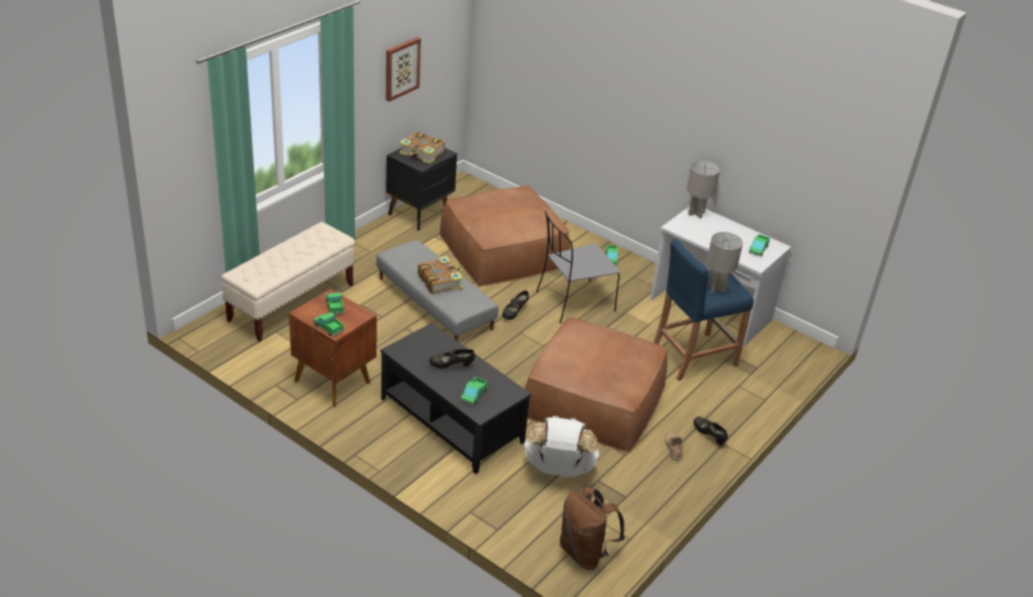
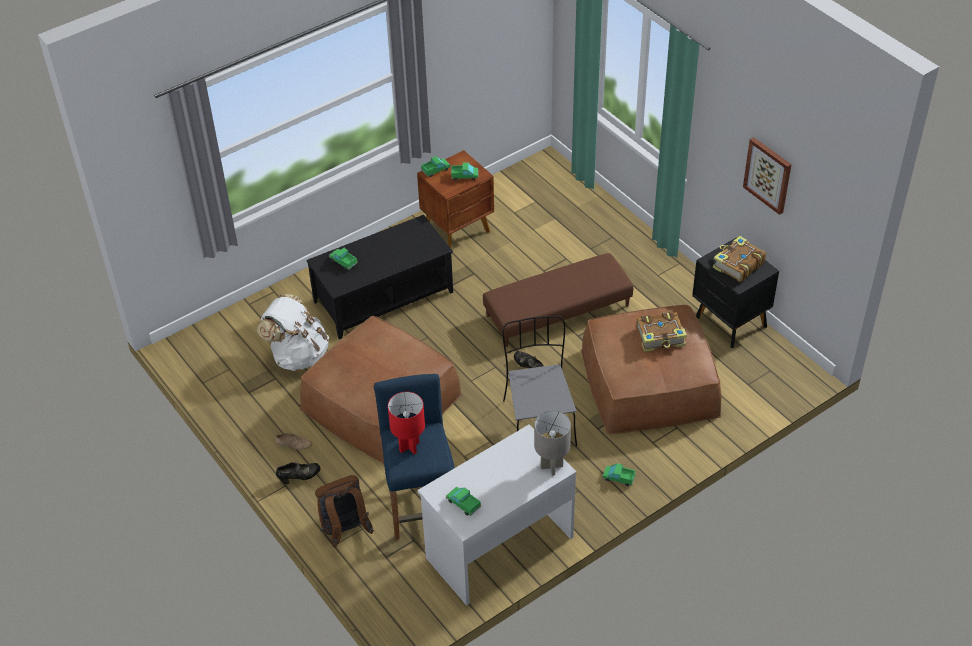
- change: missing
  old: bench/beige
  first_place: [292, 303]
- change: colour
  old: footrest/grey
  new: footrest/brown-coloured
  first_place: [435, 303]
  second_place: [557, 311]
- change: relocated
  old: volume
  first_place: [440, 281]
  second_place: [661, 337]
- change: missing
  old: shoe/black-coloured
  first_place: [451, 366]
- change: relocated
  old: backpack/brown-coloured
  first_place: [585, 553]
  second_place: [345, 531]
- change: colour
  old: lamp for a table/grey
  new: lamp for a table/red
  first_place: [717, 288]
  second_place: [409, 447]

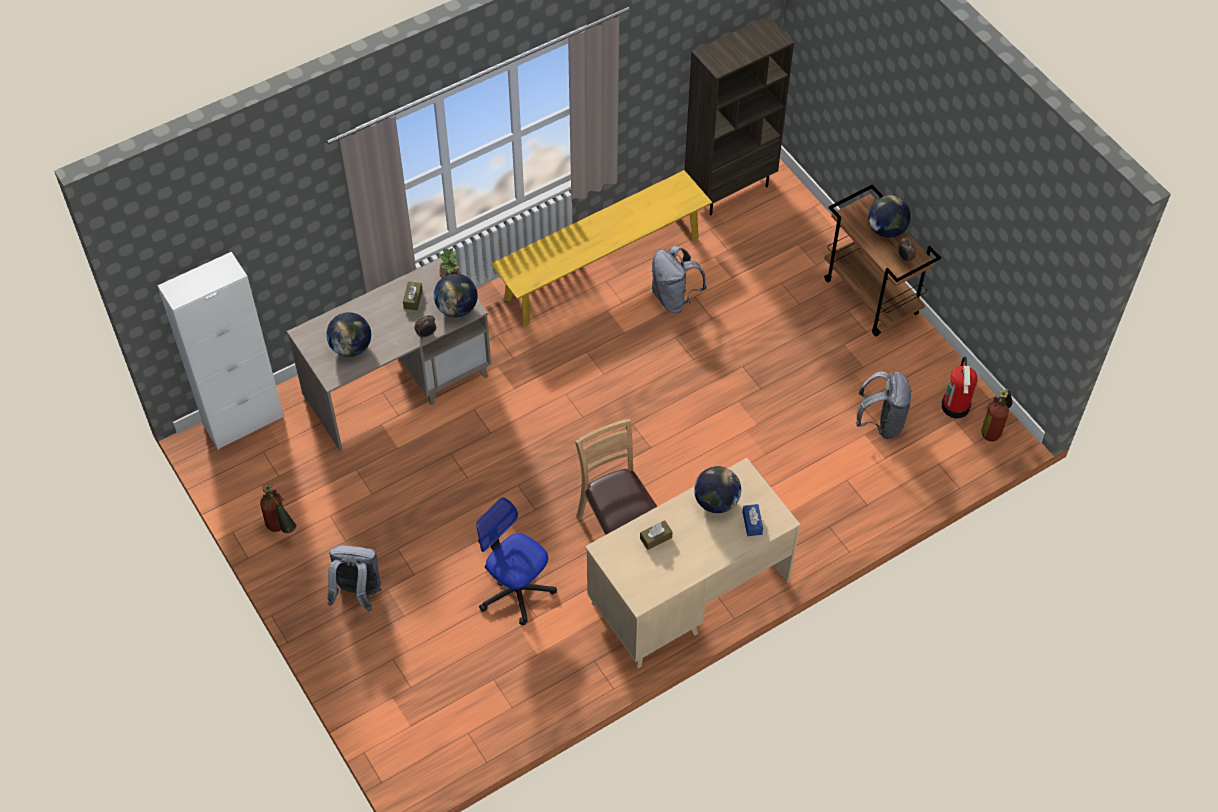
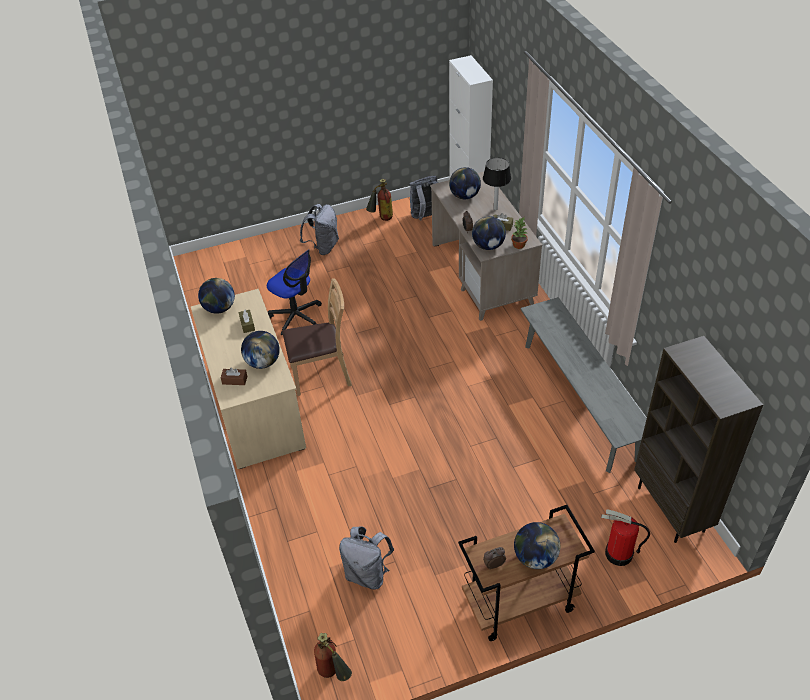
- change: spun
  old: computer chair
  first_place: [516, 589]
  second_place: [296, 316]
  degrees: 75
- change: colour
  old: bench/yellow-coloured
  new: bench/grey
  first_place: [602, 268]
  second_place: [579, 400]
- change: relocated
  old: backpack/grey
  first_place: [674, 298]
  second_place: [425, 217]
- change: colour
  old: tissue holder/blue
  new: tissue holder/brown-coloured
  first_place: [752, 523]
  second_place: [234, 380]
- change: relocated
  old: fire-fighting cylinder
  first_place: [956, 406]
  second_place: [618, 554]
- change: appeared
  new: world globe
  second_place: [219, 308]
- change: appeared
  new: lamp for a table
  second_place: [495, 209]

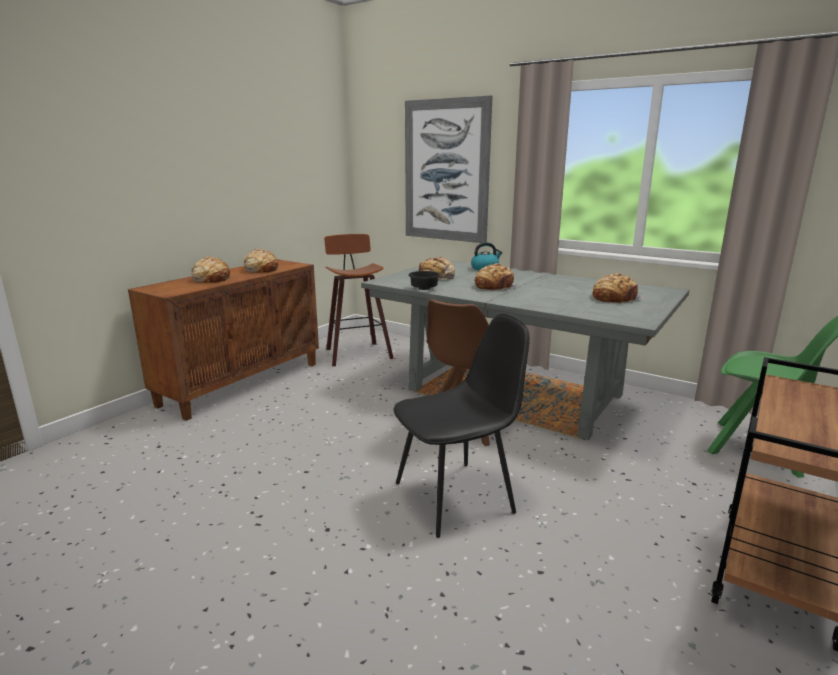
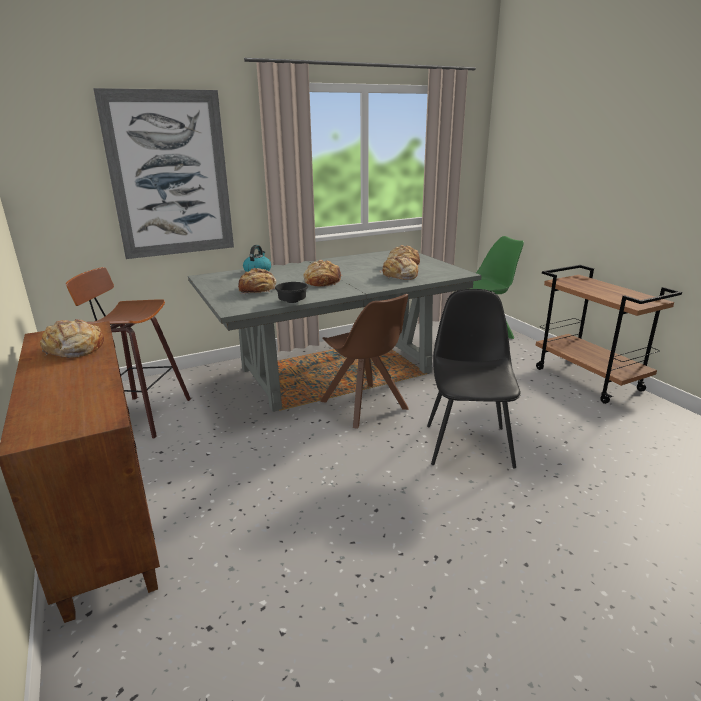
- change: relocated
  old: bread
  first_place: [211, 279]
  second_place: [399, 276]

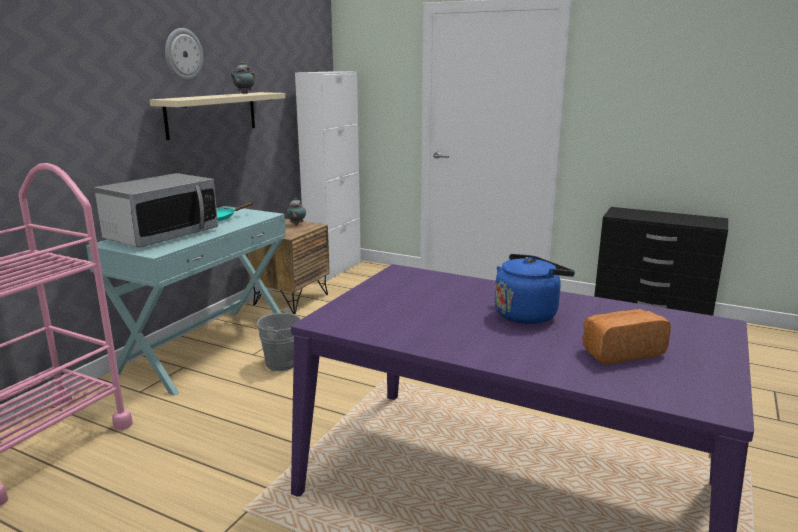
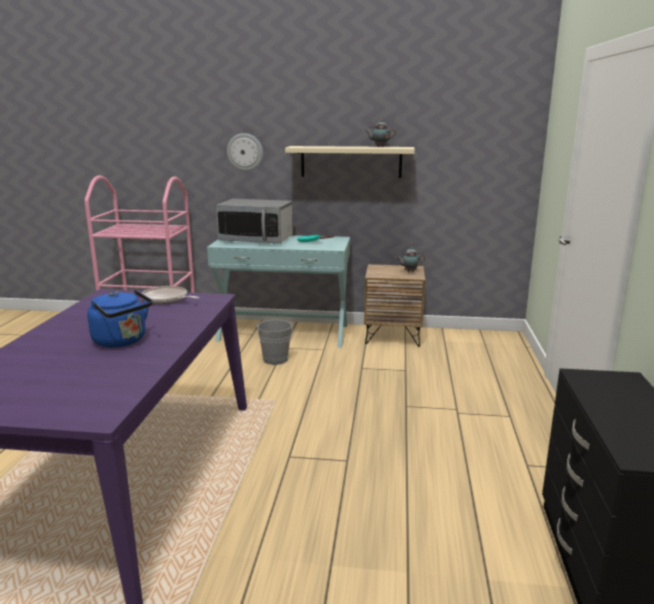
- change: relocated
  old: wall clock
  first_place: [183, 54]
  second_place: [245, 152]
- change: missing
  old: cabinet/white
  first_place: [334, 269]
- change: missing
  old: bread
  first_place: [620, 352]
- change: appeared
  new: skillet
  second_place: [166, 299]

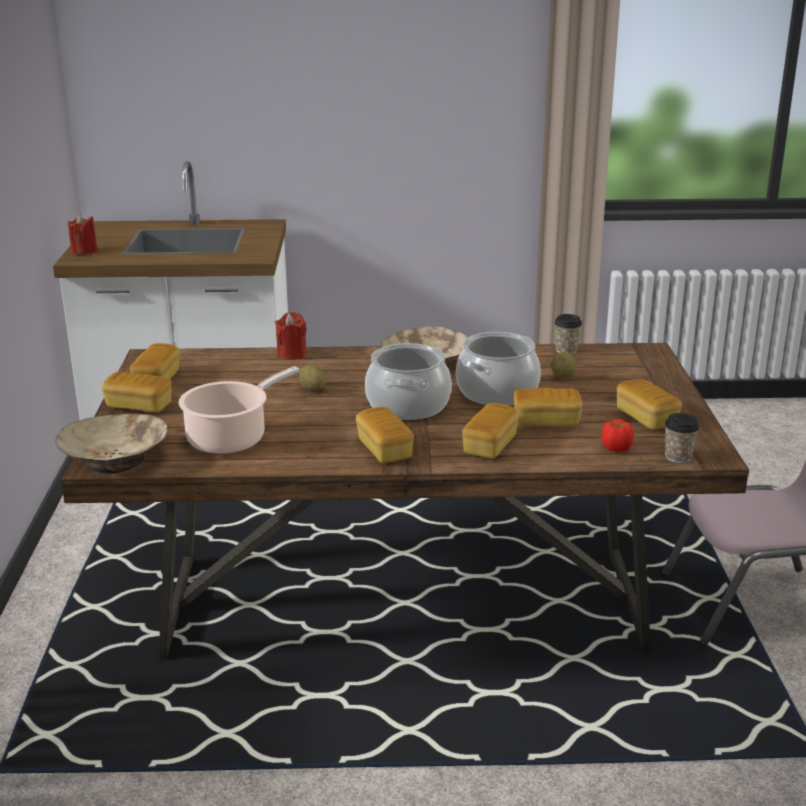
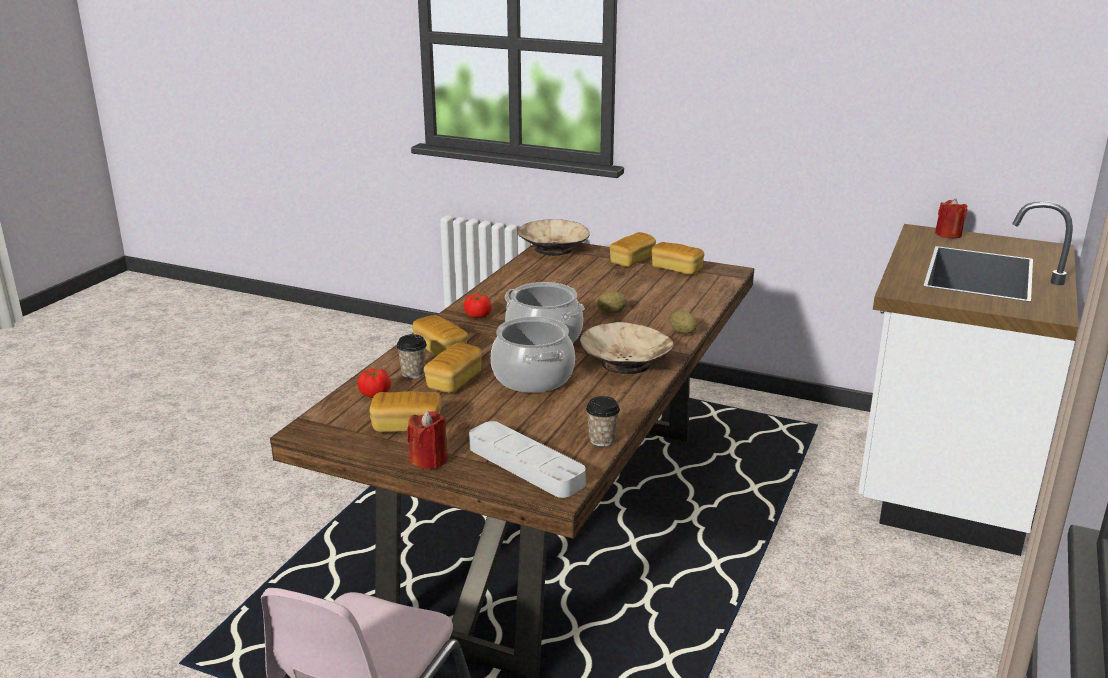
- change: missing
  old: cooking pot
  first_place: [231, 438]
- change: relocated
  old: wax candle/red
  first_place: [292, 354]
  second_place: [429, 460]
- change: exchanged
  old: bread
  new: whole tomato
  first_place: [384, 450]
  second_place: [478, 316]
- change: relocated
  old: potato
  first_place: [562, 375]
  second_place: [682, 332]
- change: relocated
  old: cup
  first_place: [678, 457]
  second_place: [413, 373]
- change: appeared
  new: carrying tray/grey
  second_place: [525, 465]

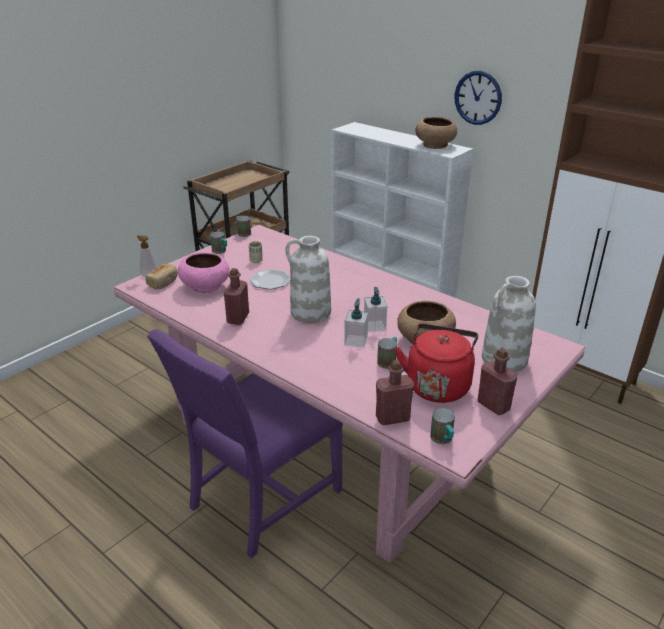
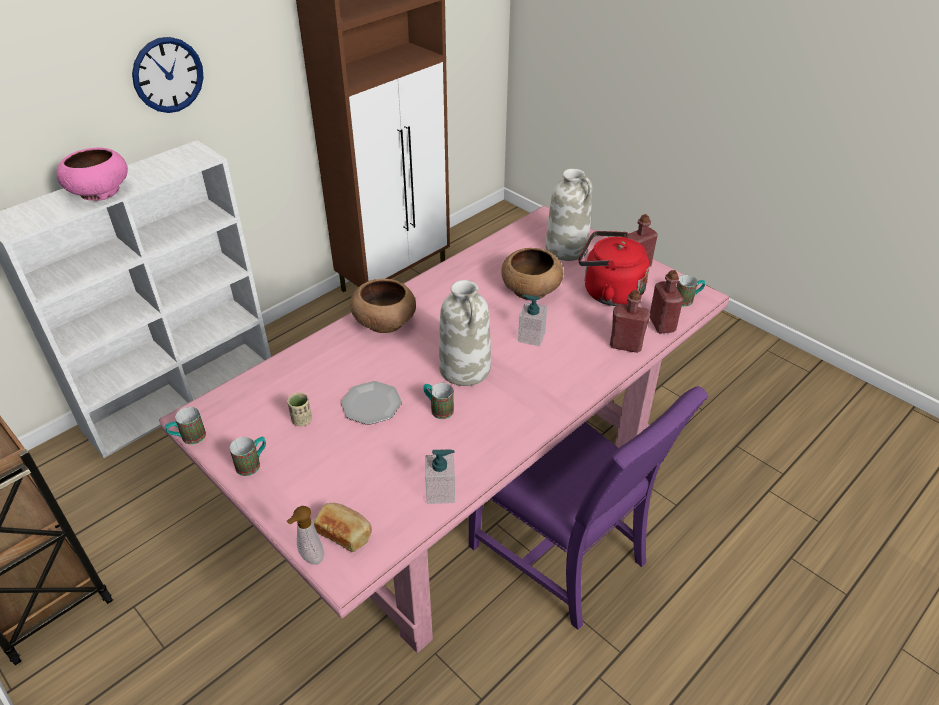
- change: relocated
  old: bowl/pinkish
  first_place: [205, 286]
  second_place: [99, 192]
- change: relocated
  old: beverage bottle/red
  first_place: [238, 318]
  second_place: [625, 345]
- change: relocated
  old: liquid soap bottle
  first_place: [374, 326]
  second_place: [441, 492]
- change: relocated
  old: tea mug
  first_place: [388, 361]
  second_place: [438, 409]
- change: relocated
  old: bowl/brown-coloured
  first_place: [435, 145]
  second_place: [384, 321]

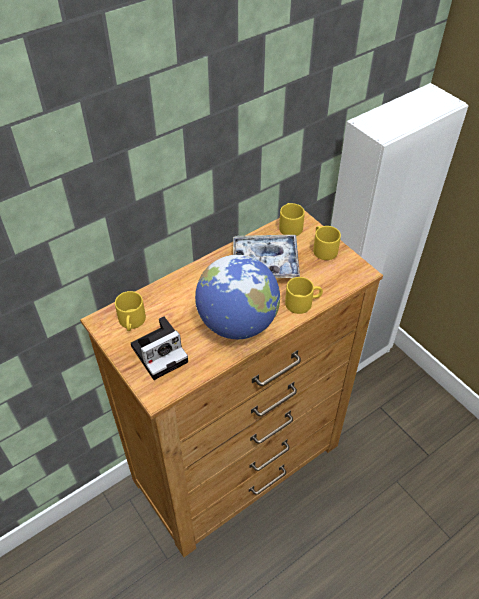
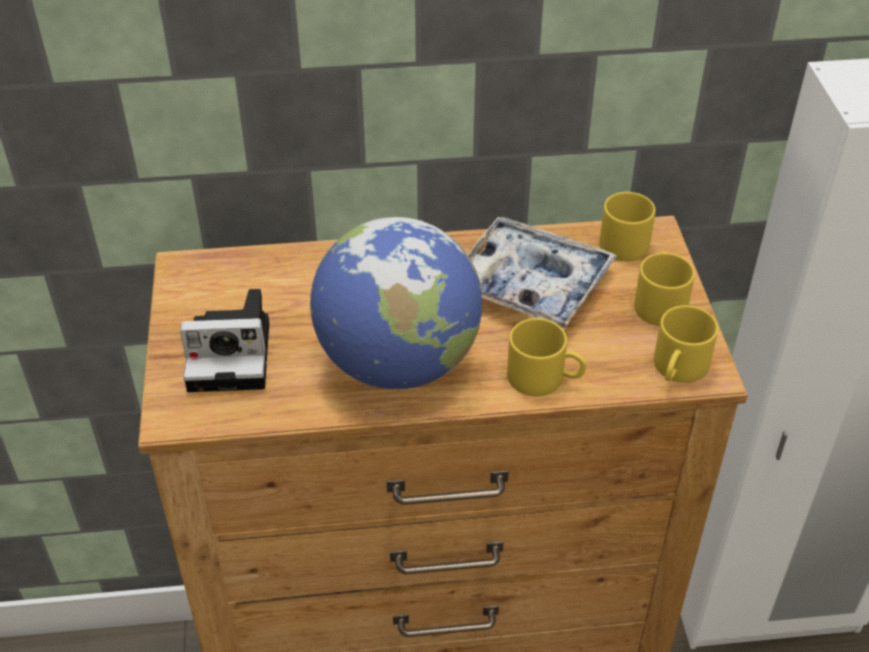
- change: relocated
  old: tea mug/yellow-coloured
  first_place: [132, 322]
  second_place: [678, 370]

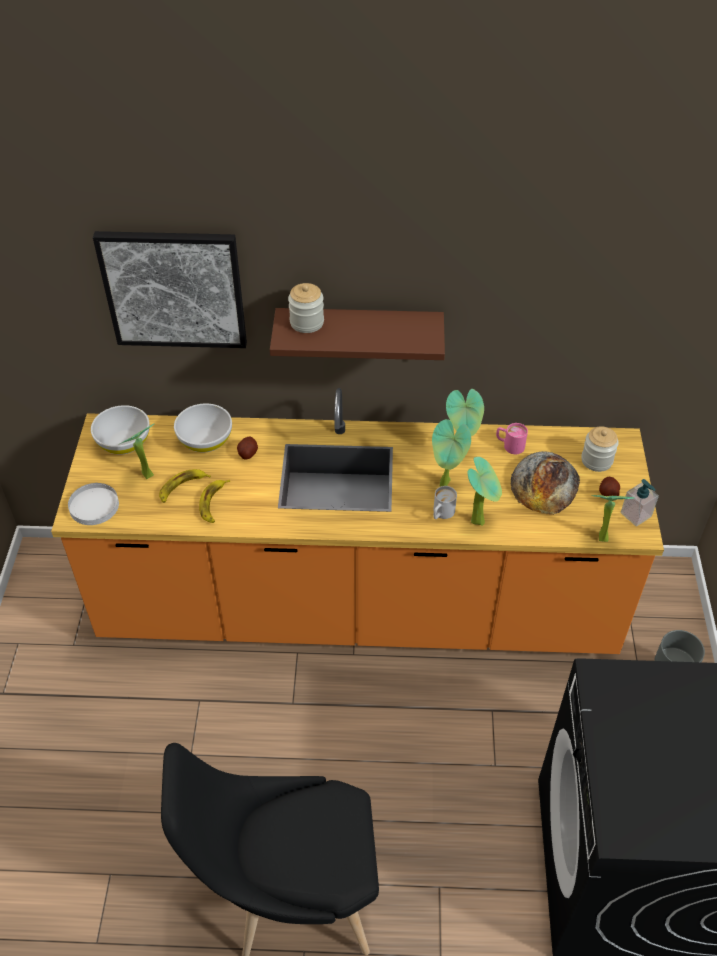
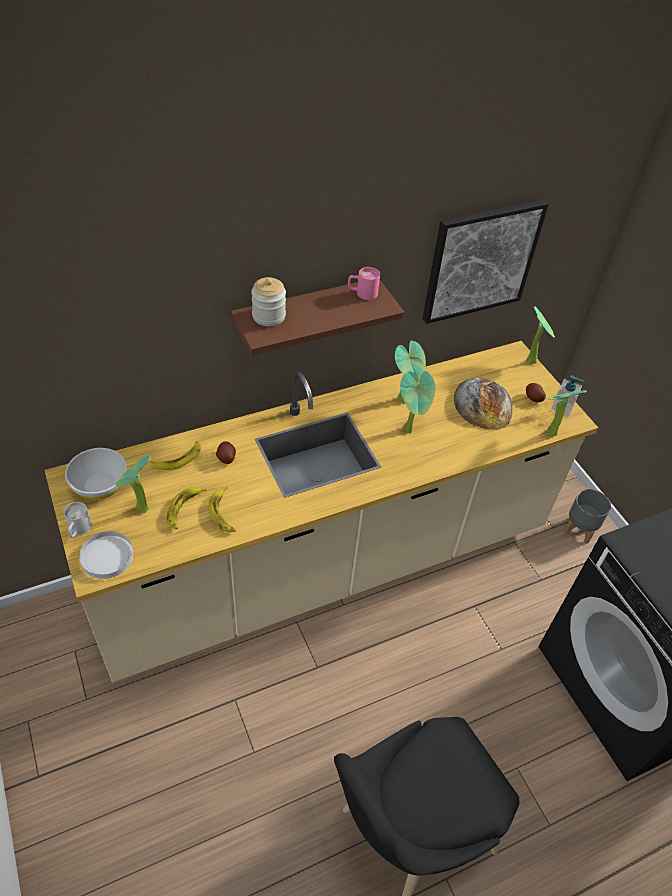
- change: colour
  old: kitchen base unit/orange-coloured
  new: kitchen base unit/beige
  first_place: [358, 607]
  second_place: [325, 563]
- change: relocated
  old: wall art
  first_place: [174, 289]
  second_place: [481, 261]
- change: exchanged
  old: bowl/white
  new: banana
  first_place: [205, 440]
  second_place: [179, 458]
- change: relocated
  old: tea mug/white
  first_place: [441, 514]
  second_place: [78, 530]
- change: relocated
  old: plant in a pot
  first_place: [480, 520]
  second_place: [532, 360]
- change: relocated
  old: tea mug/pinkish
  first_place: [509, 445]
  second_place: [362, 293]
- change: missing
  old: storage jar
  first_place: [596, 460]

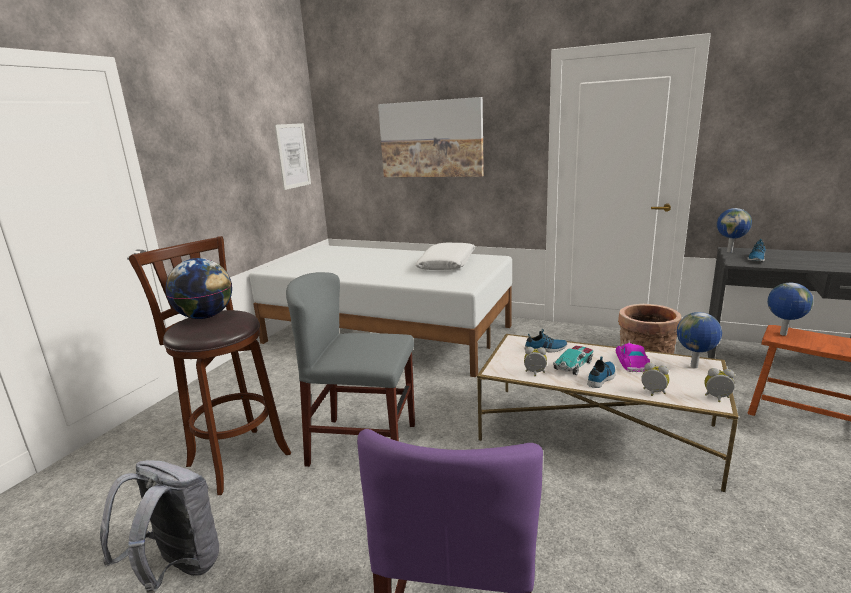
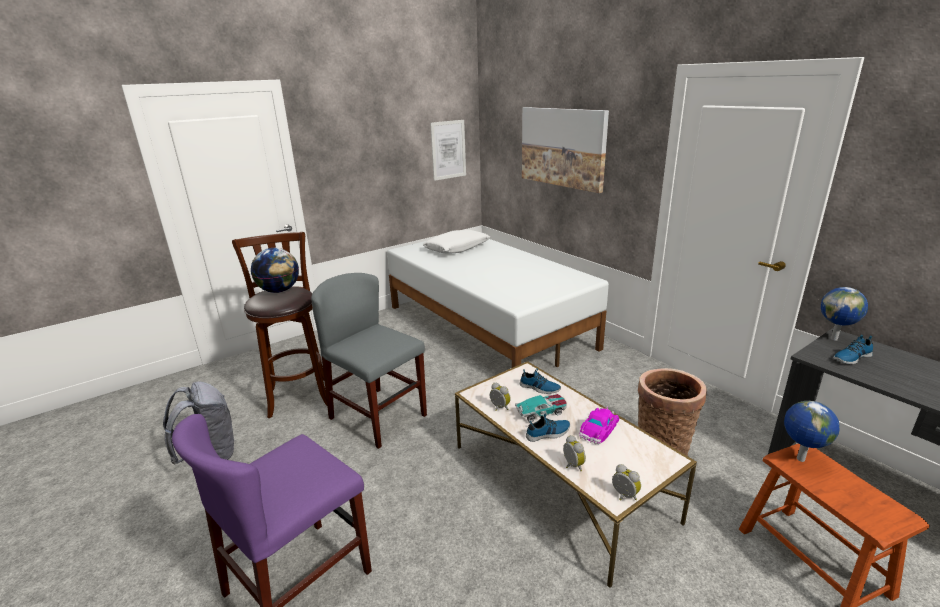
- change: relocated
  old: throw pillow/white
  first_place: [447, 264]
  second_place: [457, 248]
- change: missing
  old: world globe
  first_place: [694, 367]

